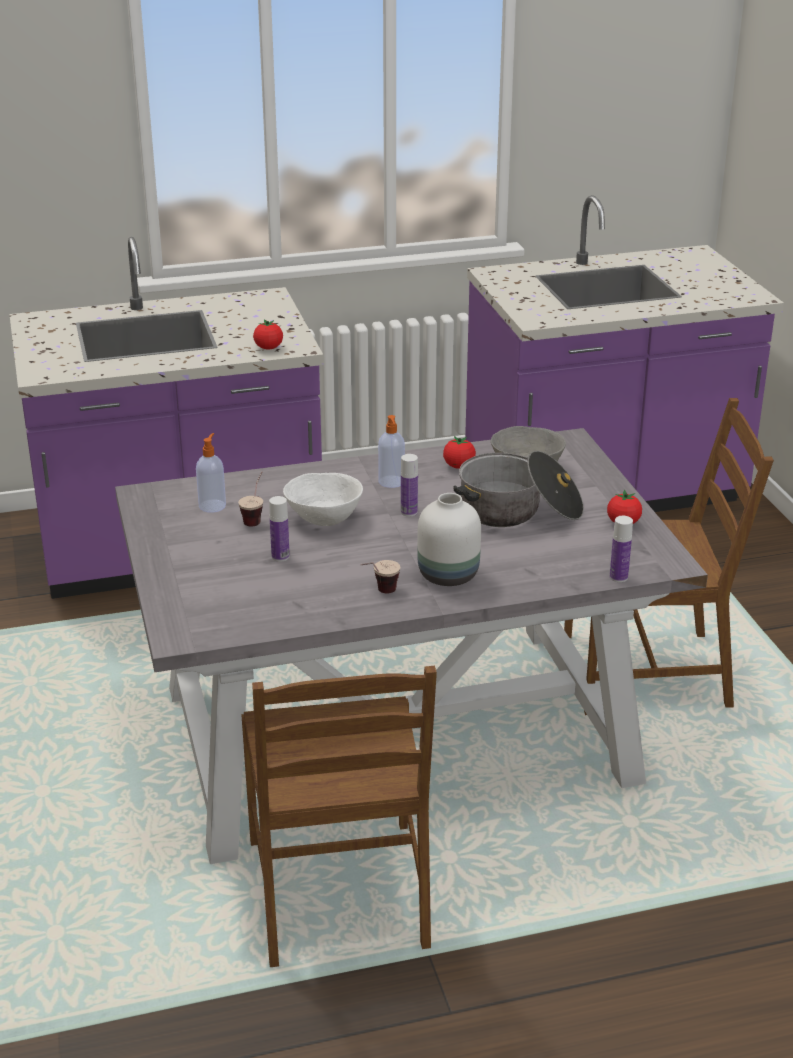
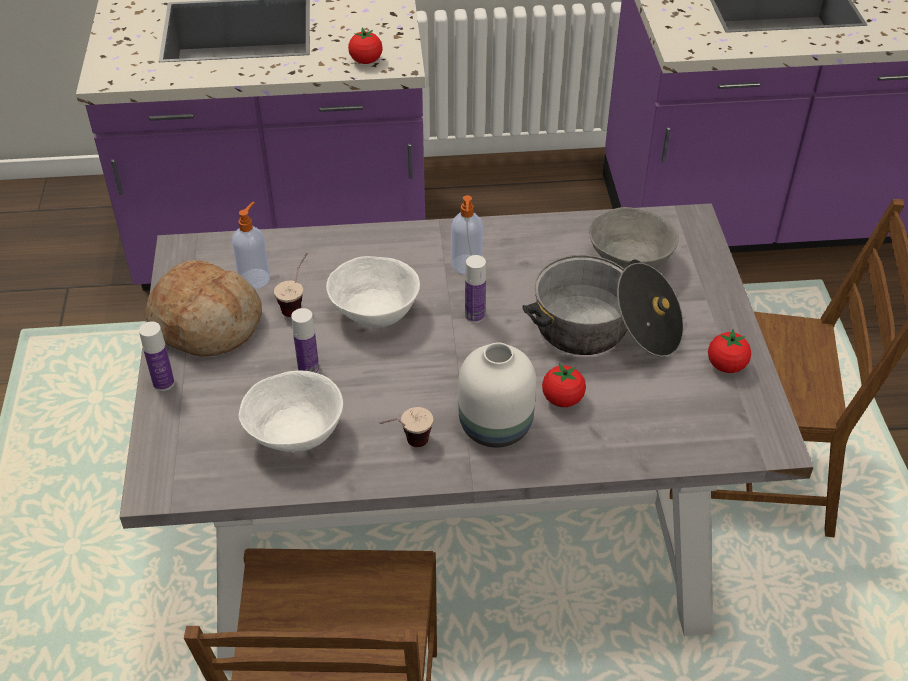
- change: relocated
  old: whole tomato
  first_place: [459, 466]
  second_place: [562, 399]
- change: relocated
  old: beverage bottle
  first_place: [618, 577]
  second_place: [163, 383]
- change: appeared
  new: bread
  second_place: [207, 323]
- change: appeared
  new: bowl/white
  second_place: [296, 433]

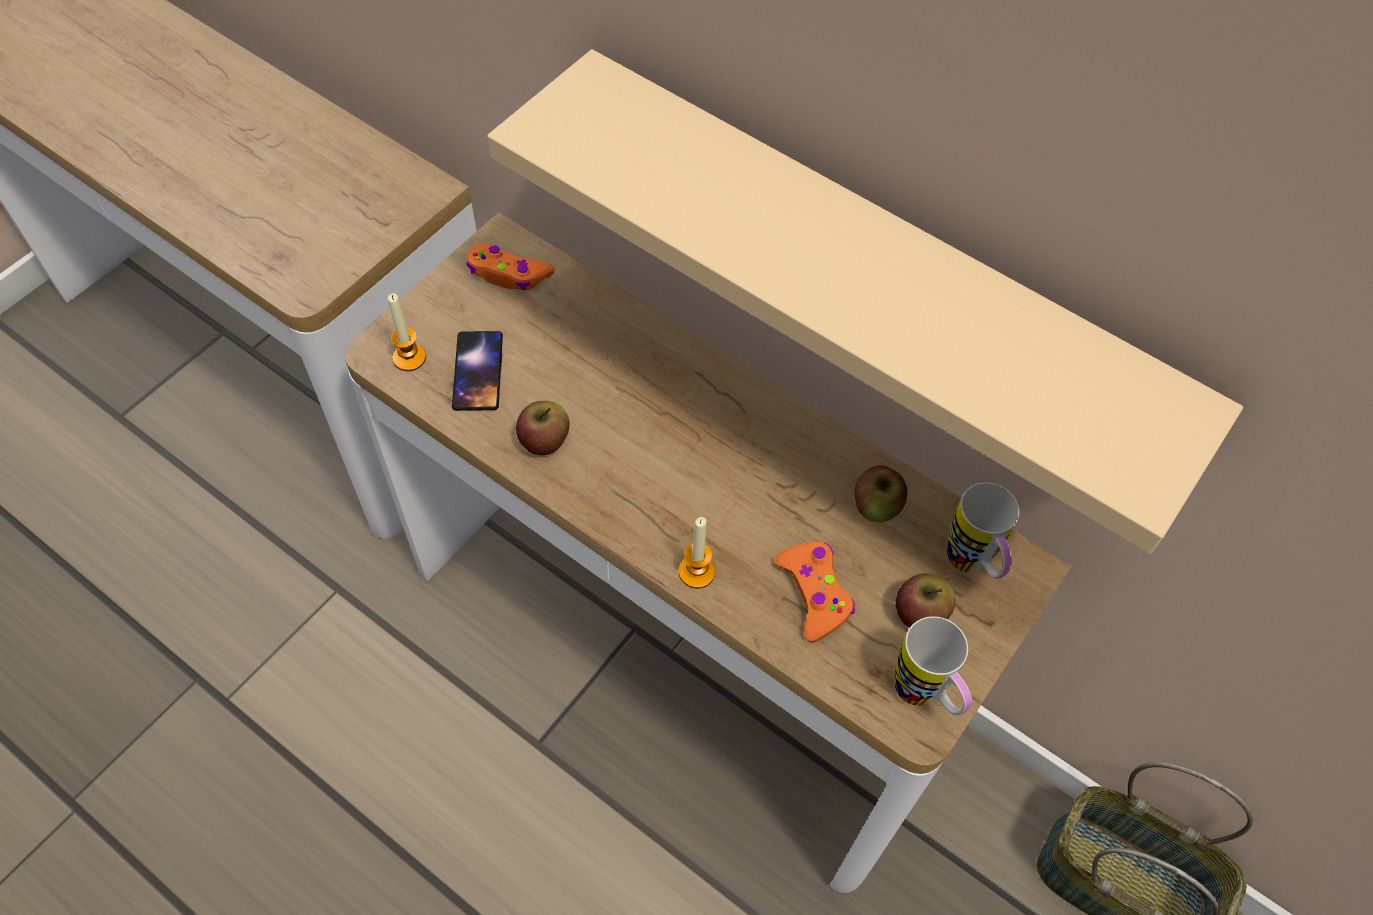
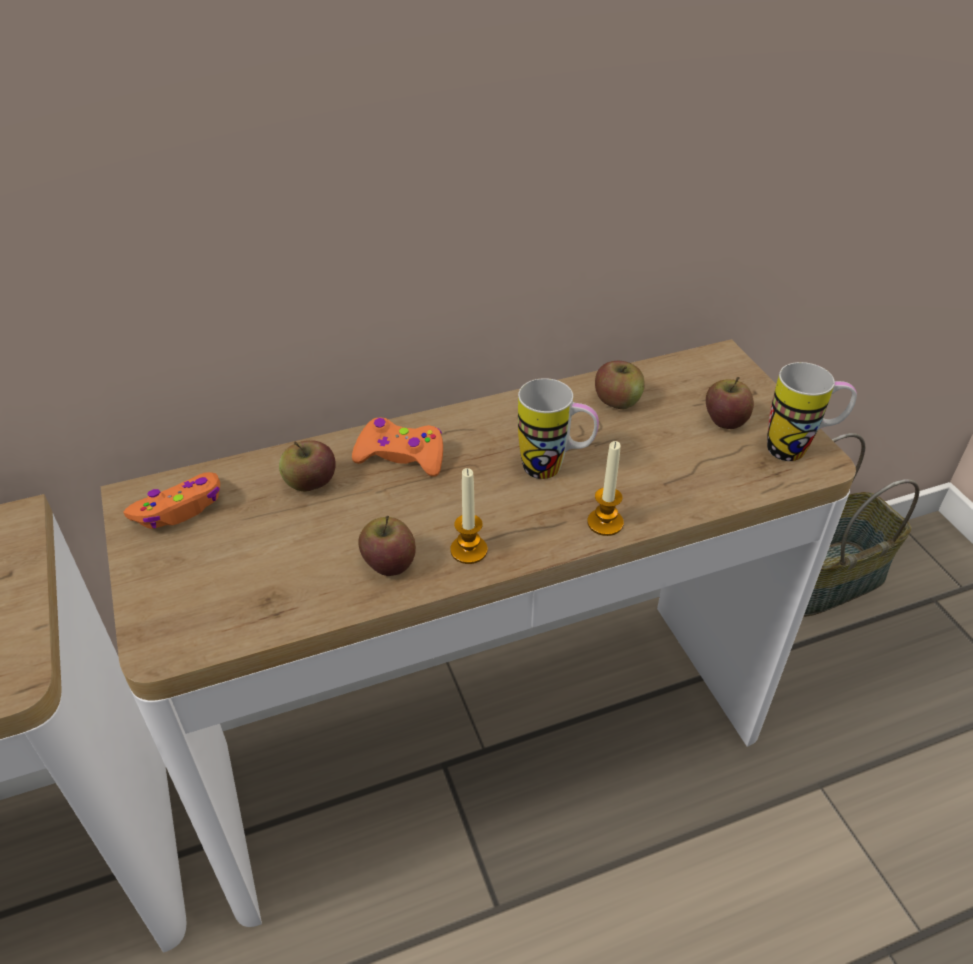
- change: relocated
  old: wax candle
  first_place: [409, 358]
  second_place: [468, 550]
- change: missing
  old: telephone
  first_place: [478, 371]
- change: missing
  old: shelf/beige
  first_place: [872, 272]
- change: relocated
  old: joypad/orange-coloured
  first_place: [814, 593]
  second_place: [401, 456]
- change: relocated
  old: tea mug
  first_place: [972, 567]
  second_place: [554, 469]
- change: appeared
  new: whole apple
  second_place: [310, 483]

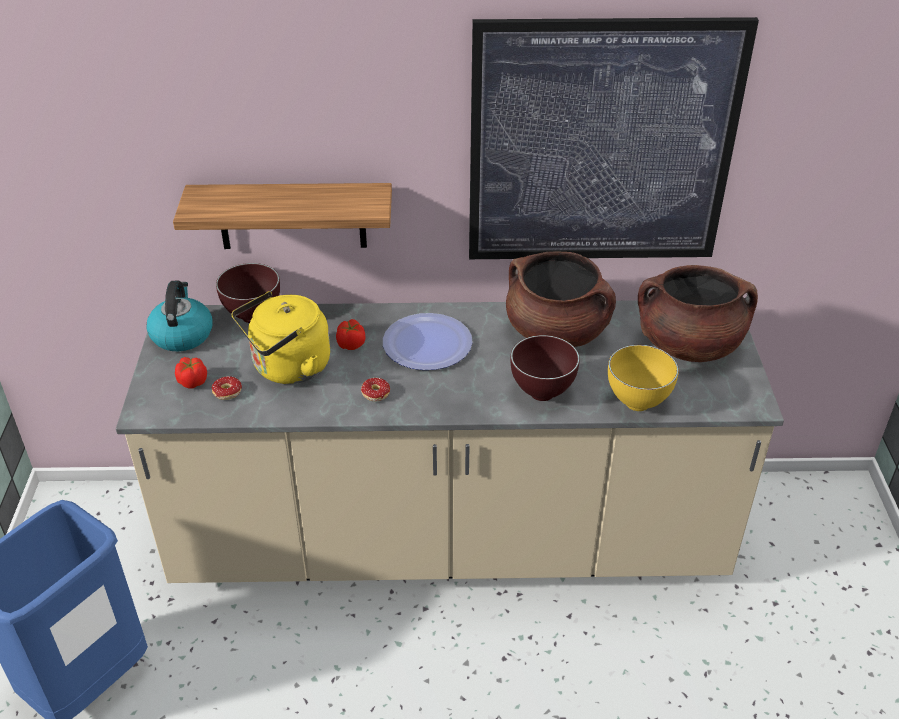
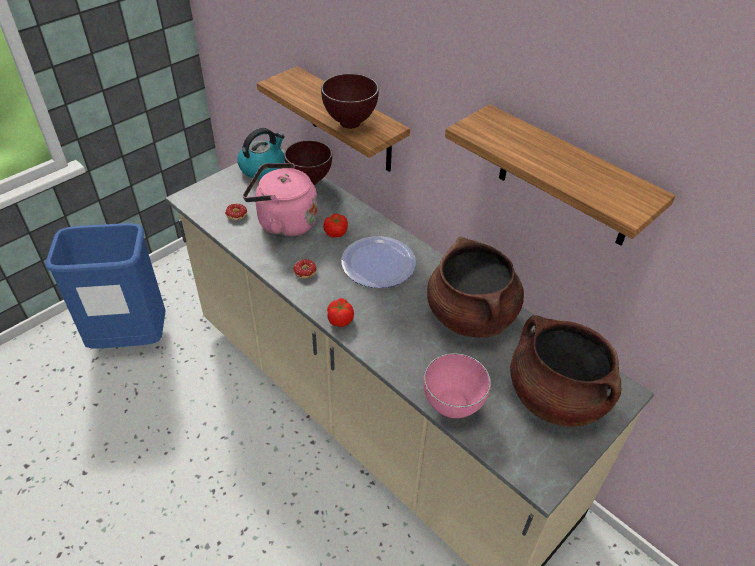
- change: relocated
  old: whole tomato
  first_place: [192, 381]
  second_place: [340, 320]
- change: colour
  old: tea kettle/yellow-coloured
  new: tea kettle/pinkish
  first_place: [287, 368]
  second_place: [283, 223]
- change: exchanged
  old: wall art
  new: shelf
  first_place: [601, 146]
  second_place: [566, 178]
- change: relocated
  old: bowl/brown-coloured
  first_place: [540, 393]
  second_place: [350, 123]
- change: colour
  old: bowl/yellow-coloured
  new: bowl/pinkish
  first_place: [639, 404]
  second_place: [452, 408]

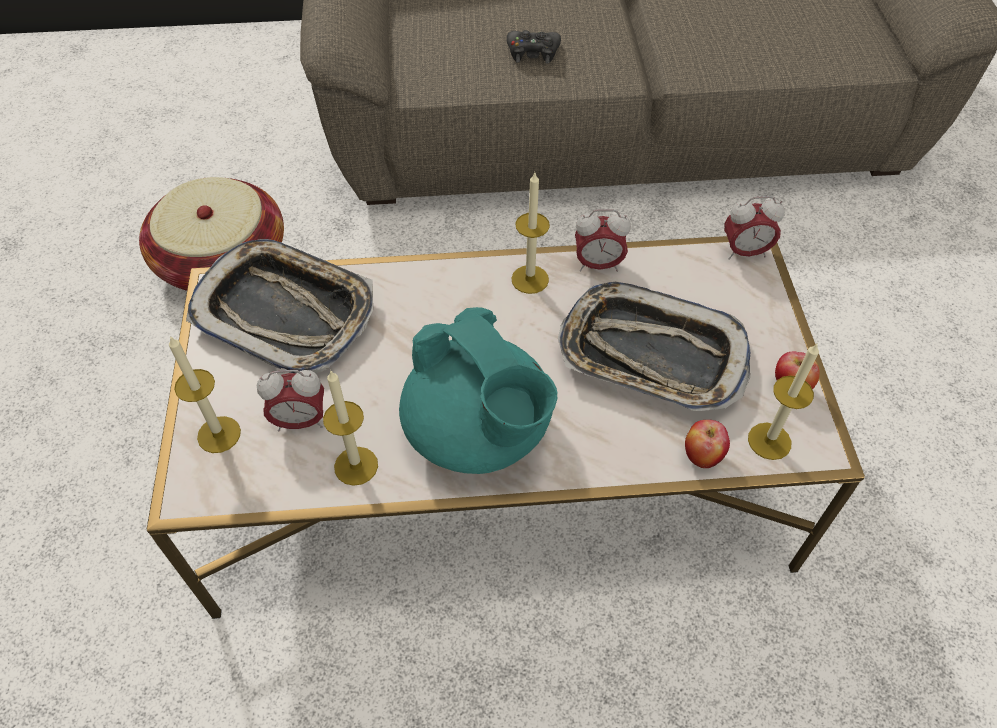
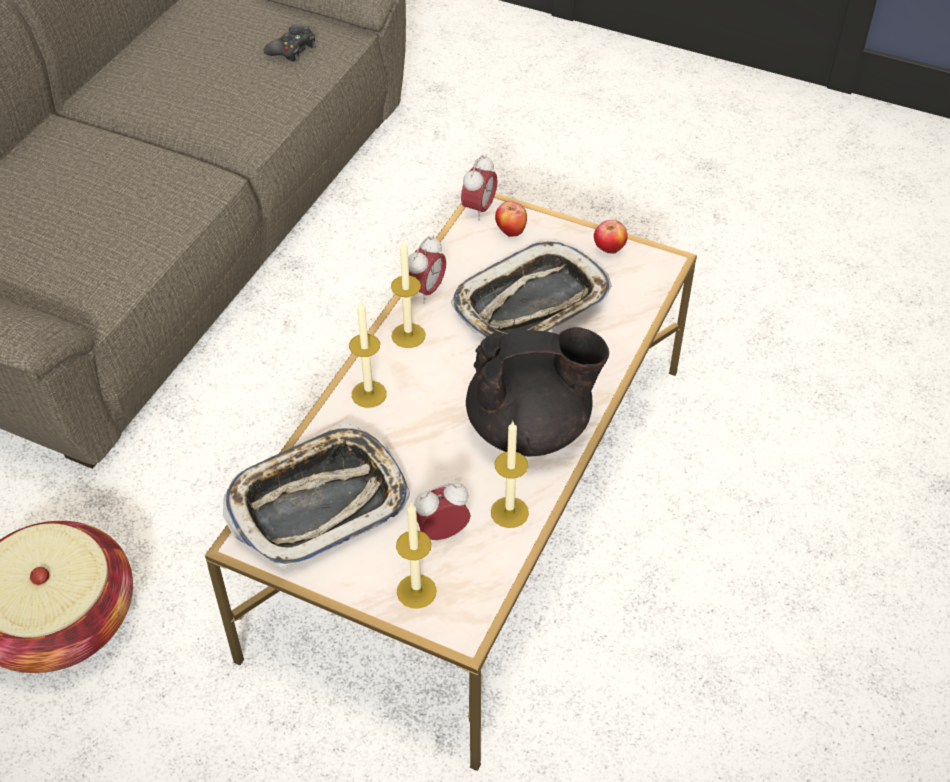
- change: spun
  old: alarm clock
  first_place: [300, 421]
  second_place: [442, 532]
  degrees: -135
- change: colour
  old: teapot/turquoise
  new: teapot/black-coloured
  first_place: [479, 433]
  second_place: [531, 428]
- change: relocated
  old: joypad/black-coloured
  first_place: [533, 52]
  second_place: [292, 49]
- change: relocated
  old: whole apple
  first_place: [701, 456]
  second_place: [510, 232]
- change: relocated
  old: wax candle
  first_place: [769, 441]
  second_place: [369, 394]

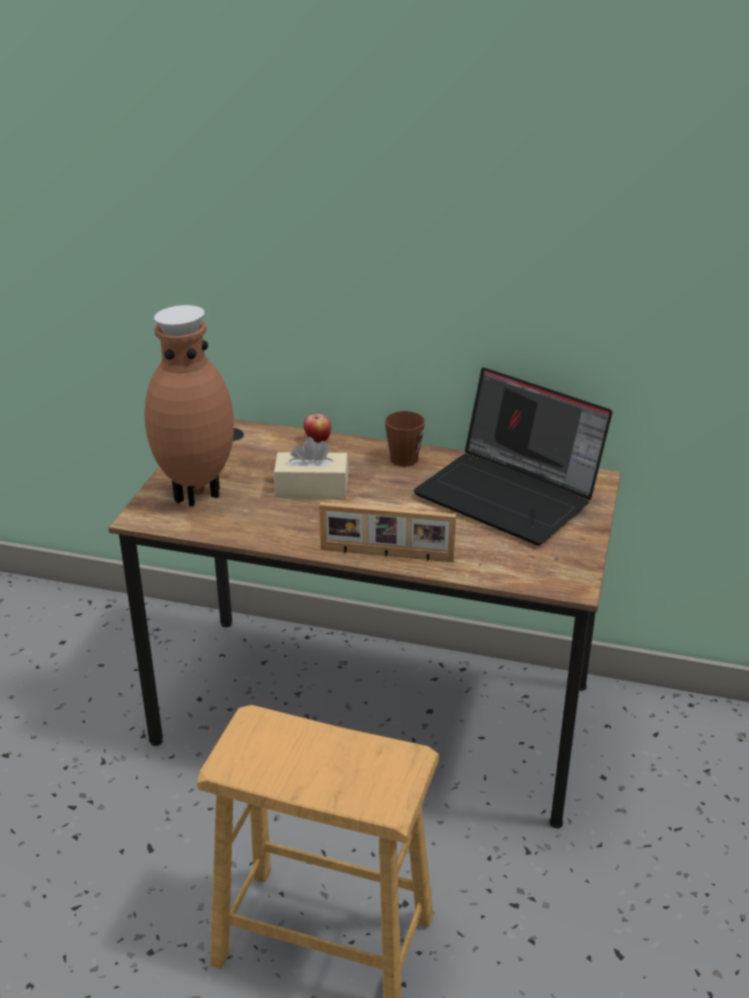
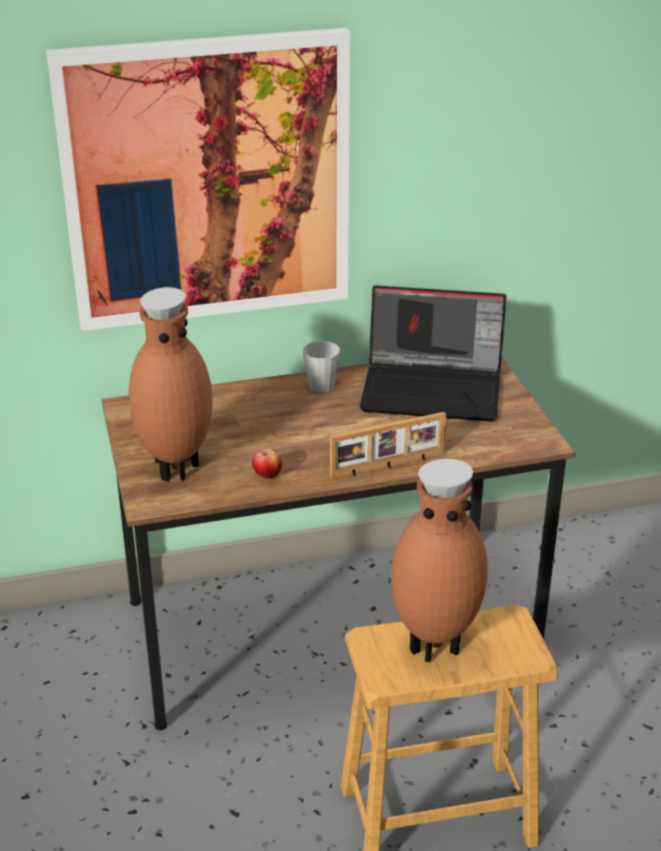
- change: missing
  old: tissue holder/beige
  first_place: [311, 488]
- change: relocated
  old: whole apple
  first_place: [317, 440]
  second_place: [267, 476]
- change: colour
  old: tea mug/brown-coloured
  new: tea mug/grey
  first_place: [405, 456]
  second_place: [319, 383]
- change: appeared
  new: wall art
  second_place: [208, 181]
- change: appeared
  new: flower vase/brown-coloured
  second_place: [434, 644]

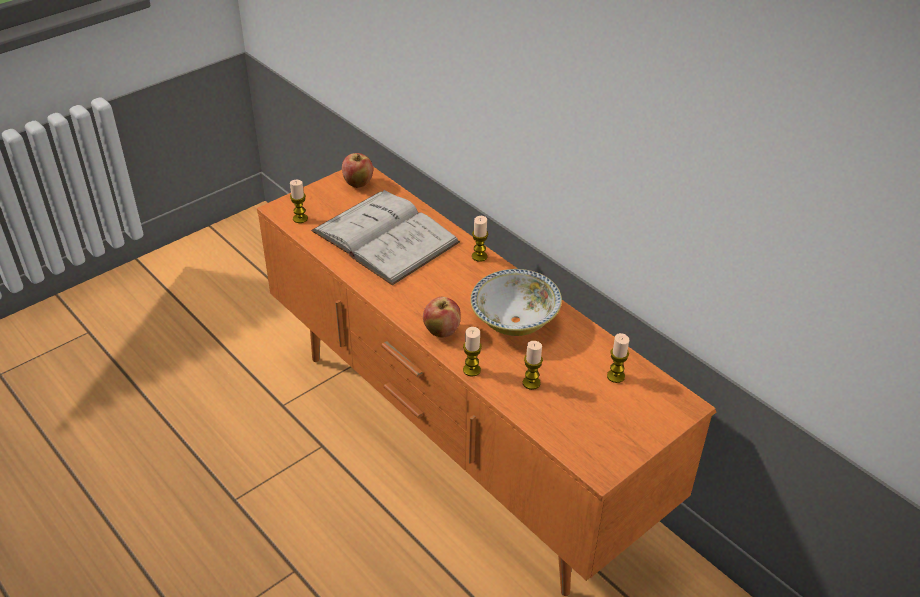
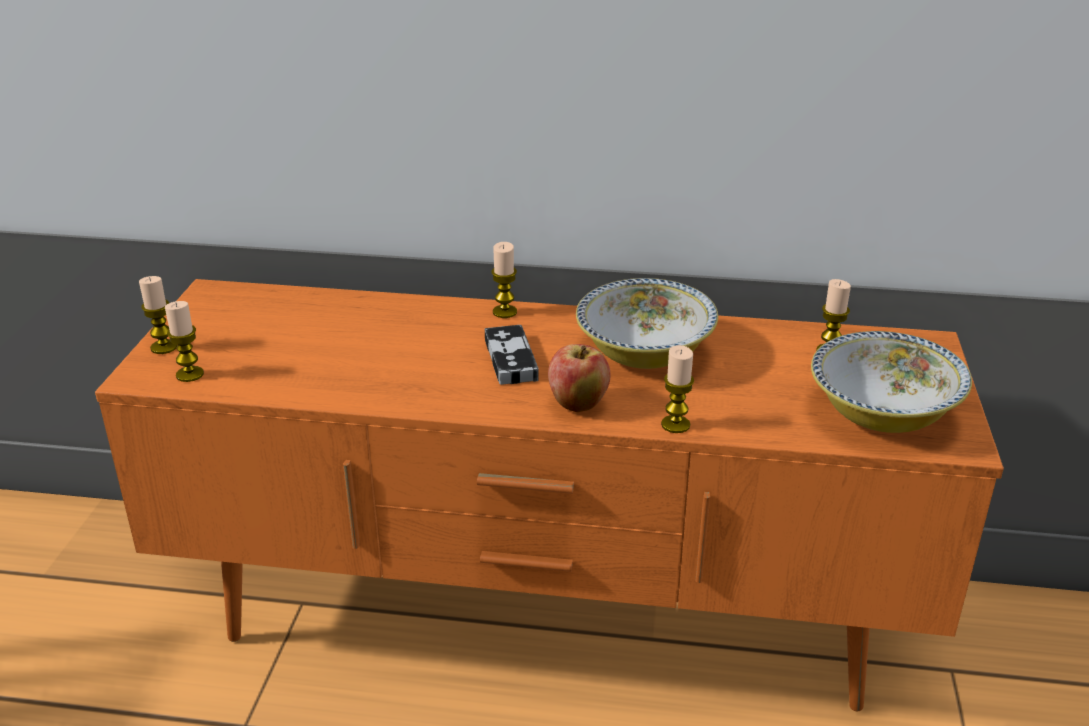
- change: missing
  old: volume/white
  first_place: [385, 236]
- change: missing
  old: whole apple
  first_place: [358, 184]
- change: relocated
  old: wax candle
  first_place: [531, 383]
  second_place: [164, 347]
- change: appeared
  new: joypad
  second_place: [510, 359]
- change: appeared
  new: bowl
  second_place: [882, 414]

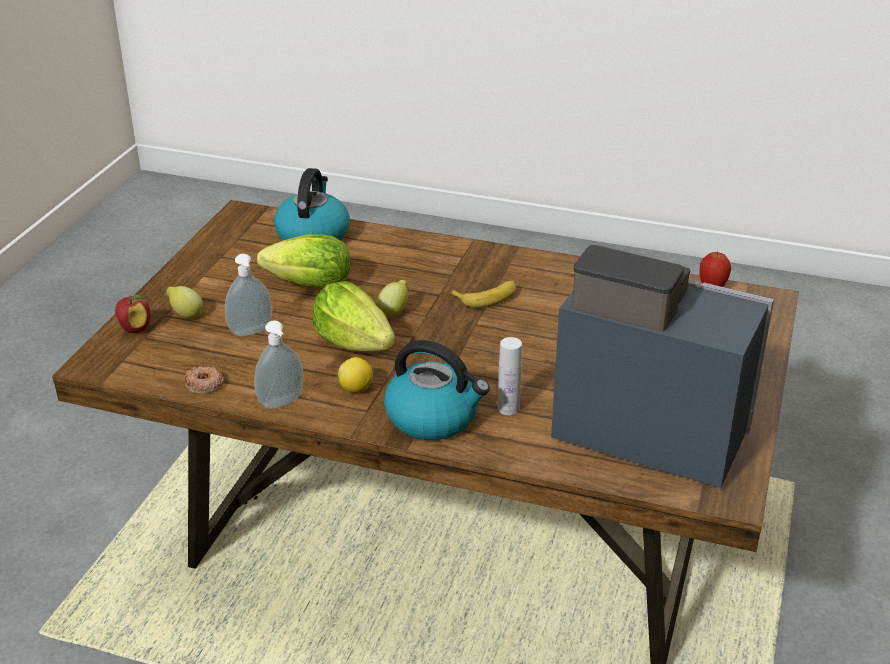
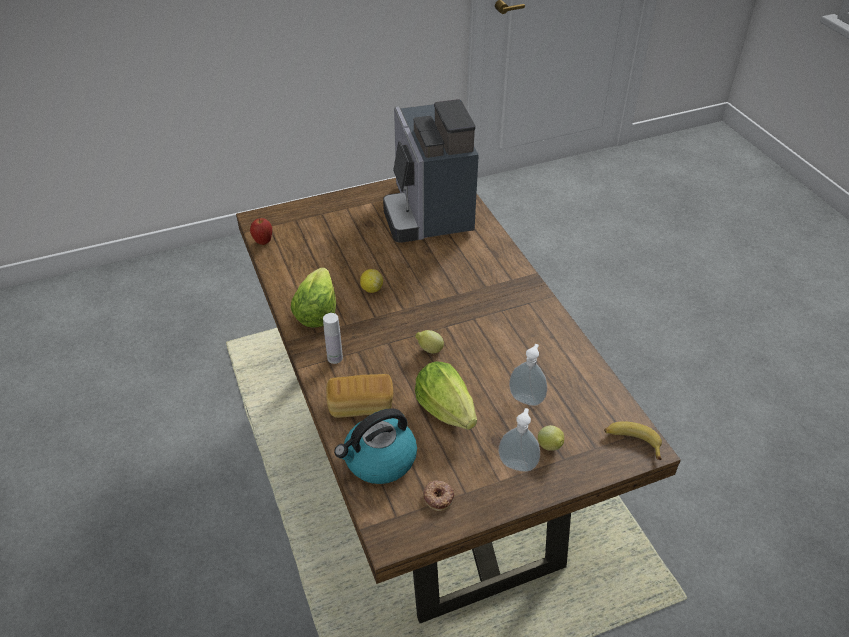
- change: missing
  old: whole apple
  first_place: [135, 329]
- change: relocated
  old: donut
  first_place: [204, 384]
  second_place: [438, 497]
- change: relocated
  old: liquid soap bottle
  first_place: [282, 403]
  second_place: [517, 464]
- change: relocated
  old: lettuce head
  first_place: [354, 343]
  second_place: [316, 313]
- change: relocated
  old: lemon
  first_place: [356, 389]
  second_place: [371, 289]
- change: missing
  old: tea kettle
  first_place: [434, 417]
- change: relocated
  old: banana
  first_place: [487, 298]
  second_place: [632, 441]
- change: relocated
  old: beverage bottle/white
  first_place: [508, 408]
  second_place: [335, 358]
- change: appeared
  new: bread
  second_place: [361, 406]

